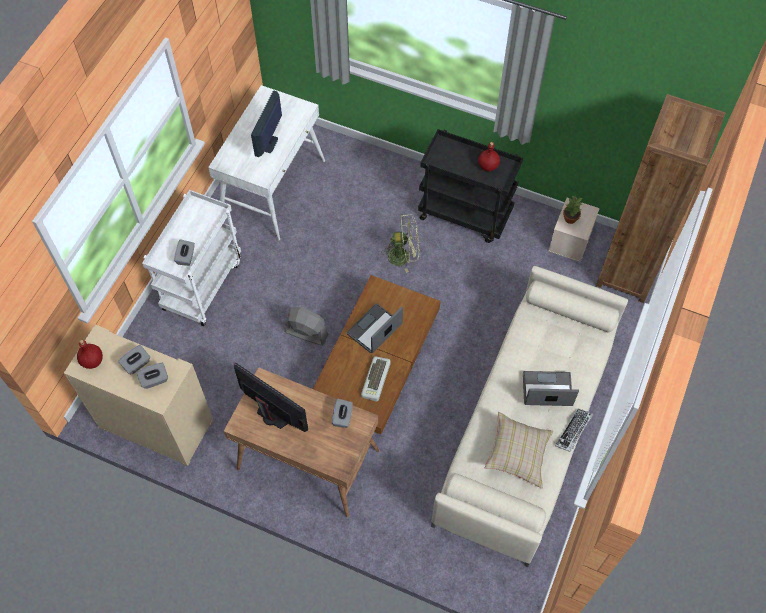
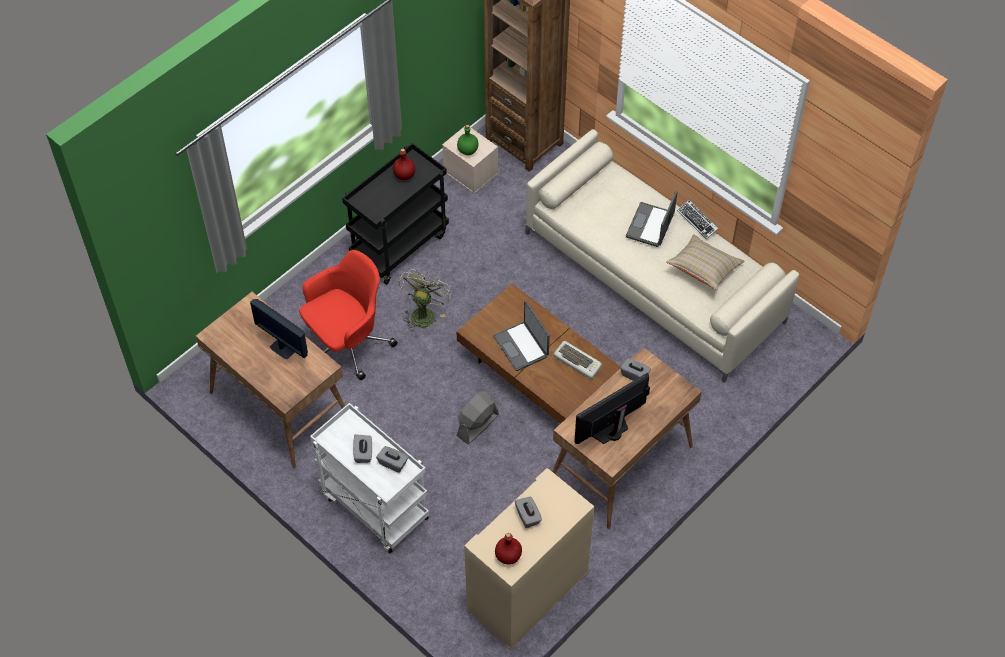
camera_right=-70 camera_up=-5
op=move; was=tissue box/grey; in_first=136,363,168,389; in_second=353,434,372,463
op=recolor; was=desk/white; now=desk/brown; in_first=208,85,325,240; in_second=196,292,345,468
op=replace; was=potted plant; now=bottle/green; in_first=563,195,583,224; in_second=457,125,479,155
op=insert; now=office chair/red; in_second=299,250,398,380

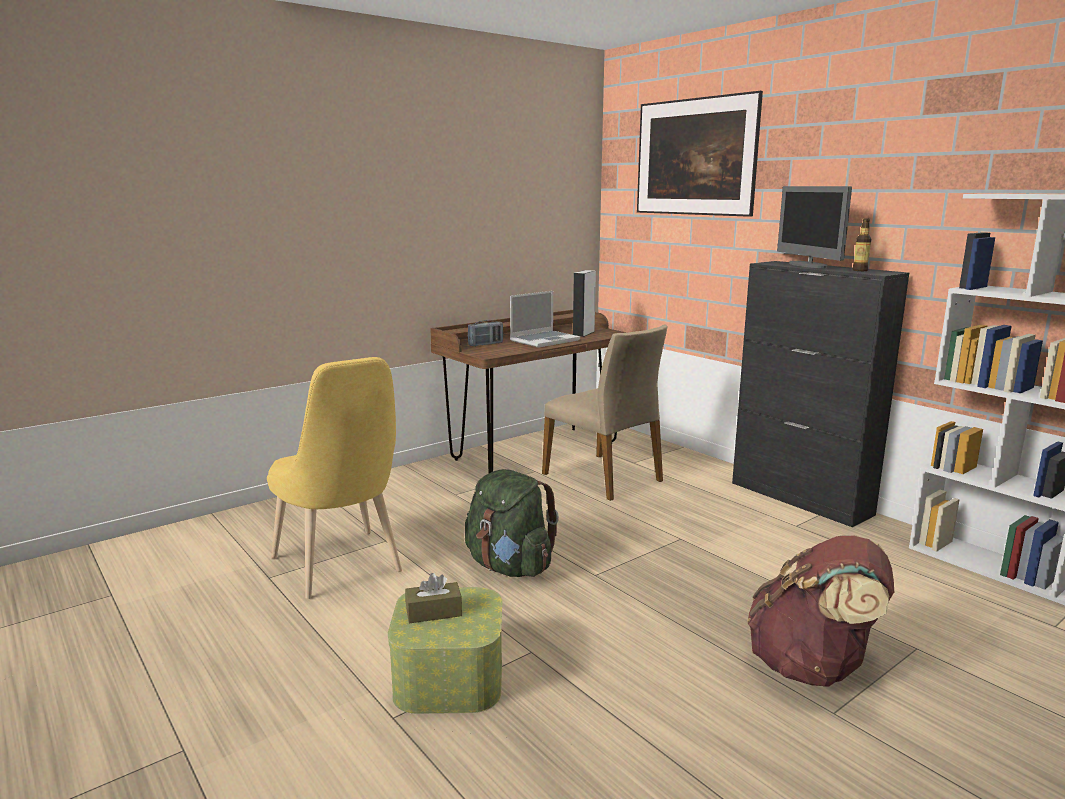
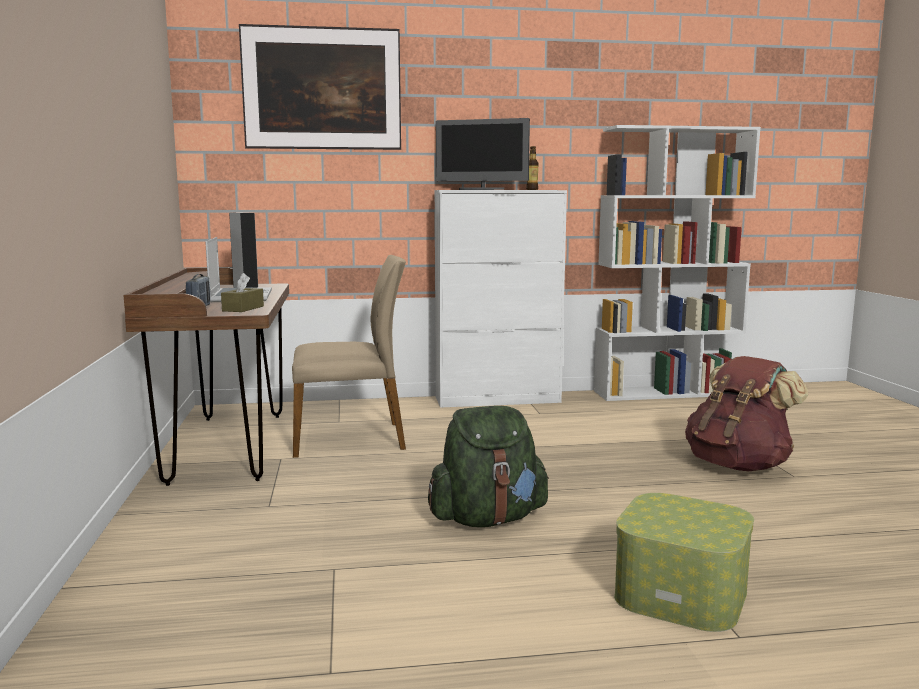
camera_right=-60 camera_up=-5
op=delete; was=chair/yellow; in_first=267,357,402,599
op=move; was=tissue box/brown; in_first=405,573,462,623; in_second=221,273,264,312
op=recolor; was=cabinet/black; now=cabinet/white; in_first=732,261,909,527; in_second=434,190,567,408

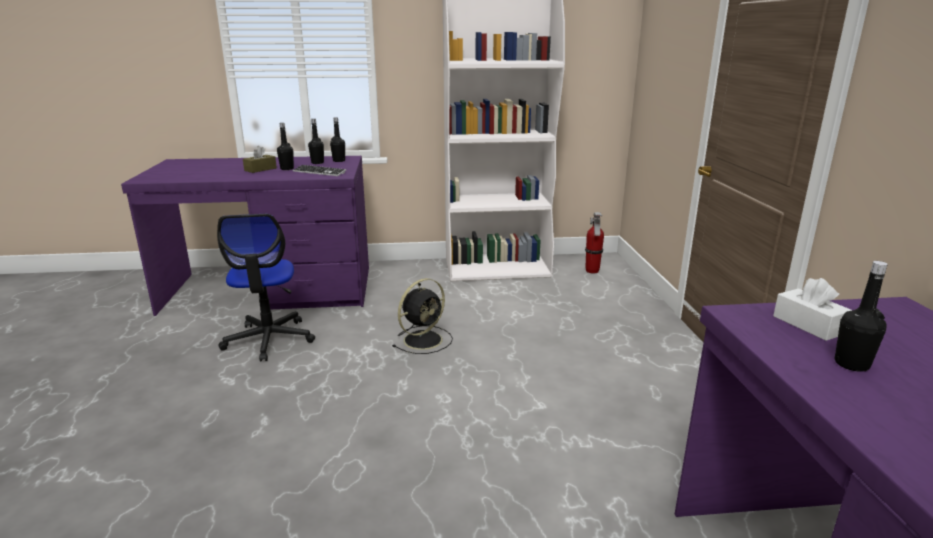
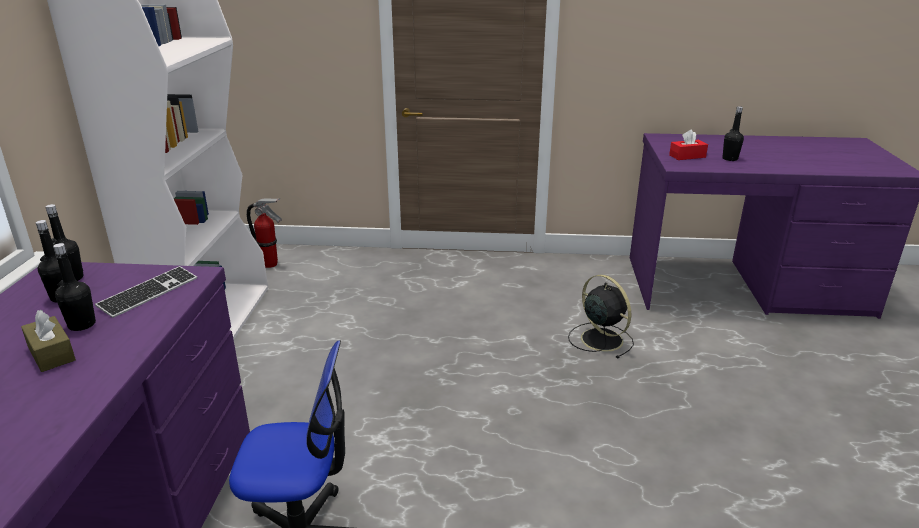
camera_right=-80 camera_up=5
op=move; was=fan/black; in_first=392,278,453,354; in_second=568,275,634,358
op=recolor; was=tissue box/white; now=tissue box/red; in_first=773,278,852,341; in_second=669,129,708,160

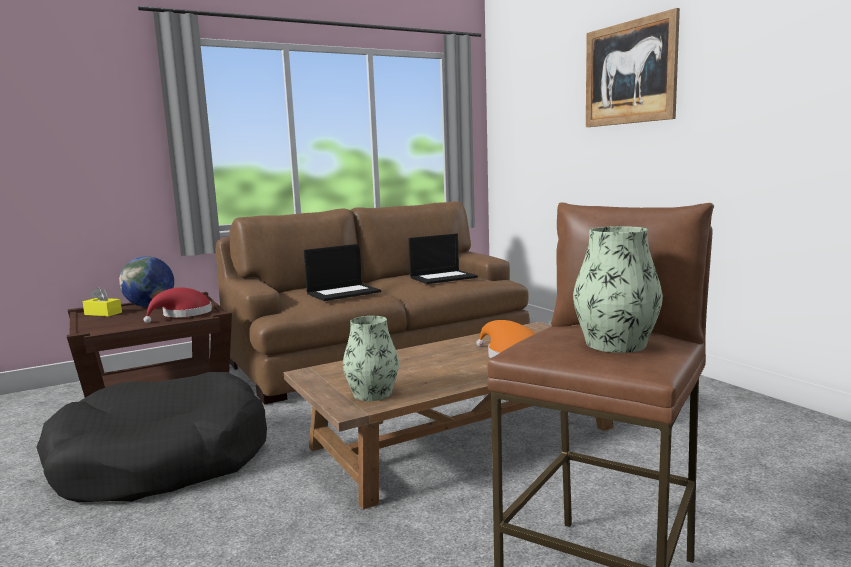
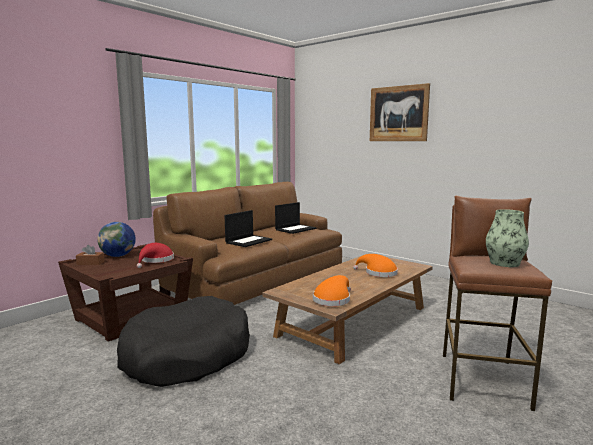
camera_right=-20 camera_up=0
op=recolor; was=tissue box/yellow; now=tissue box/brown; in_first=83,287,122,317; in_second=76,245,105,265
op=replace; was=vase; now=hat/orange; in_first=343,316,399,401; in_second=313,275,351,306

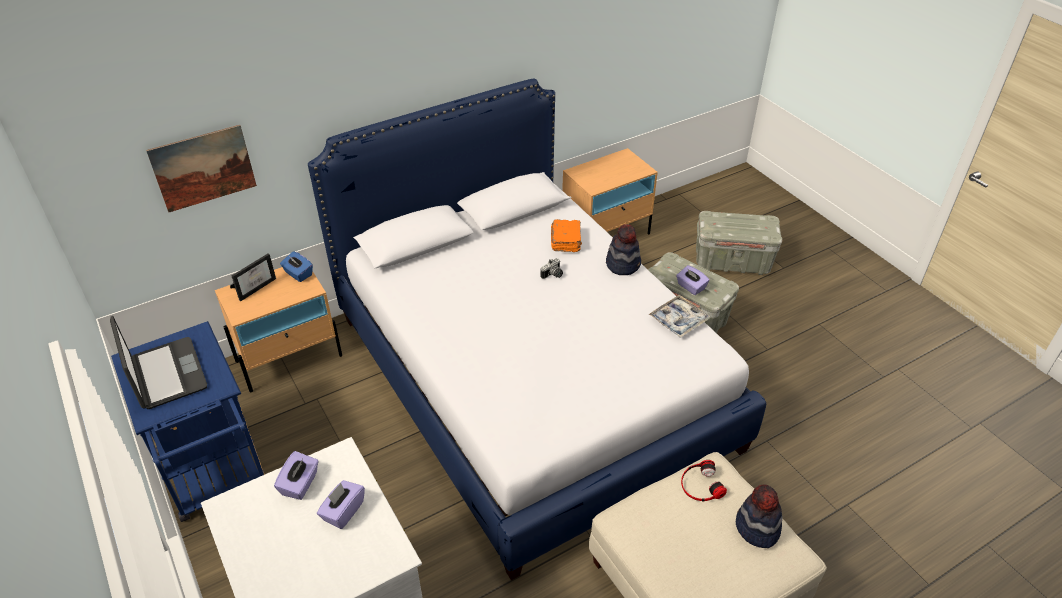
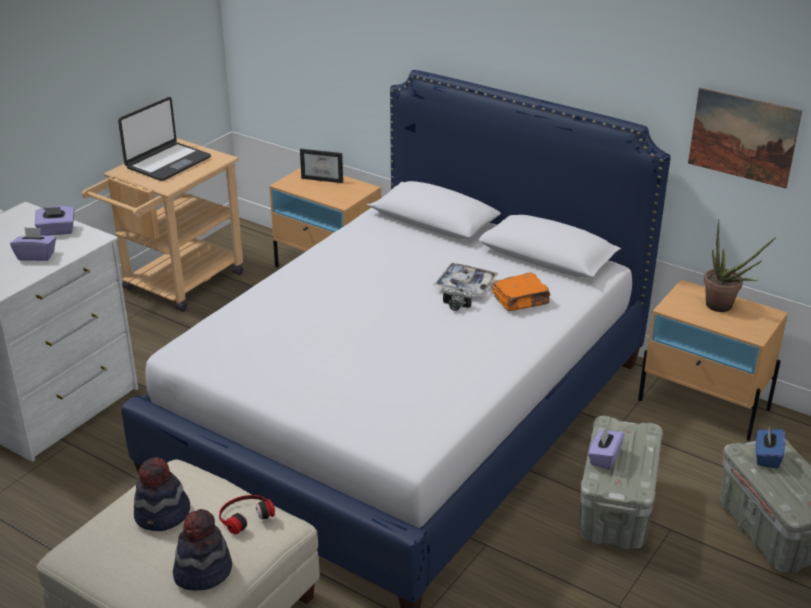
camera_right=65 camera_up=-10
op=recolor; was=cart/blue; now=cart/beige; in_first=111,321,265,522; in_second=82,138,244,312
op=move; was=picture; in_first=146,125,257,212; in_second=688,88,802,188
op=move; was=tissue box/blue; in_first=280,252,313,282; in_second=756,427,785,469
op=move; was=hat; in_first=606,224,641,275; in_second=134,457,190,531
op=move; was=tray; in_first=649,295,710,338; in_second=434,263,499,296
op=insert; now=potted plant; in_second=704,220,776,312

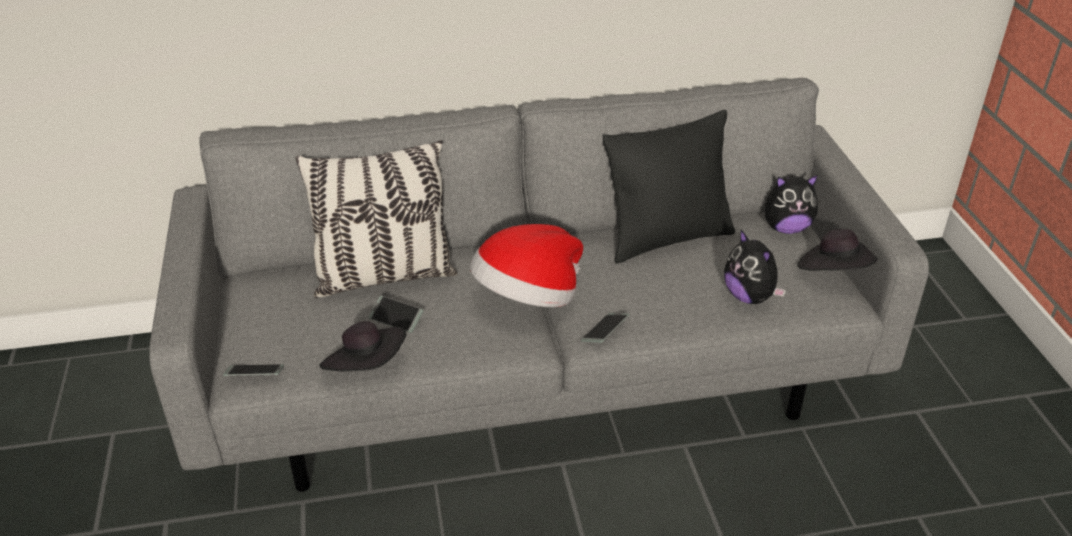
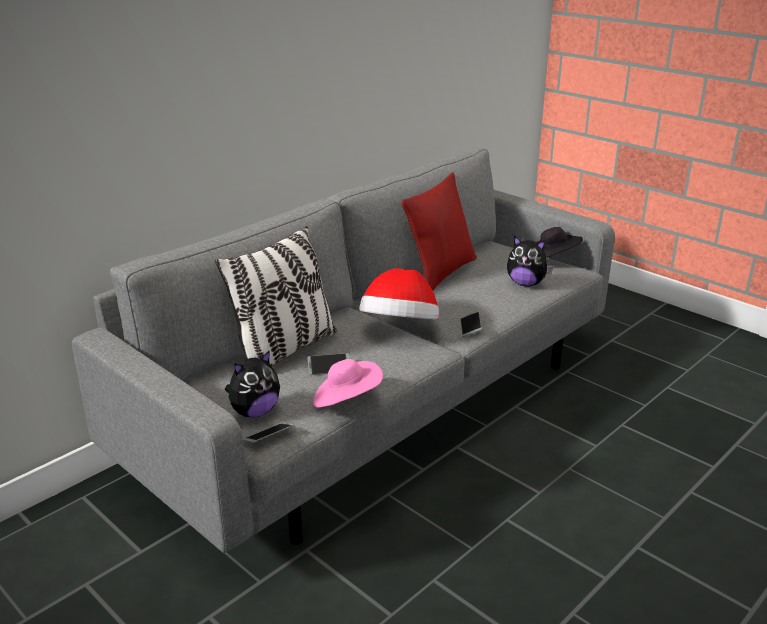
camera_right=-35 camera_up=-10
op=recolor; was=hat/black; now=hat/pink; in_first=319,321,406,371; in_second=313,359,383,407
op=recolor; was=pillow/black; now=pillow/red; in_first=603,110,735,264; in_second=402,172,477,291
op=move; was=plush toy; in_first=765,175,818,234; in_second=225,350,280,417

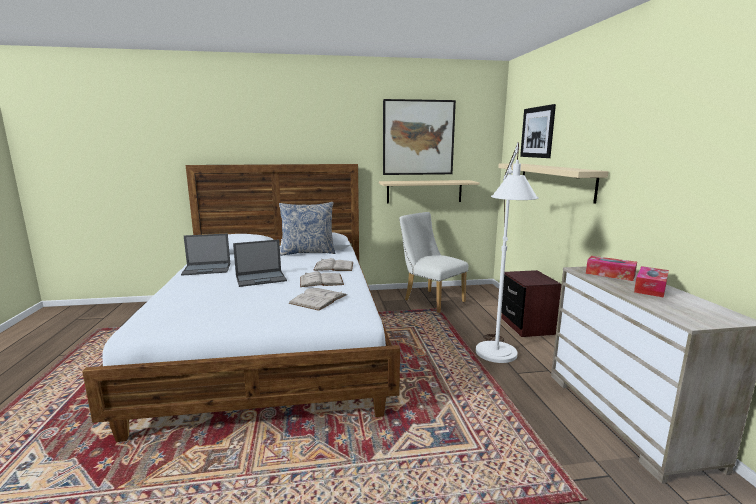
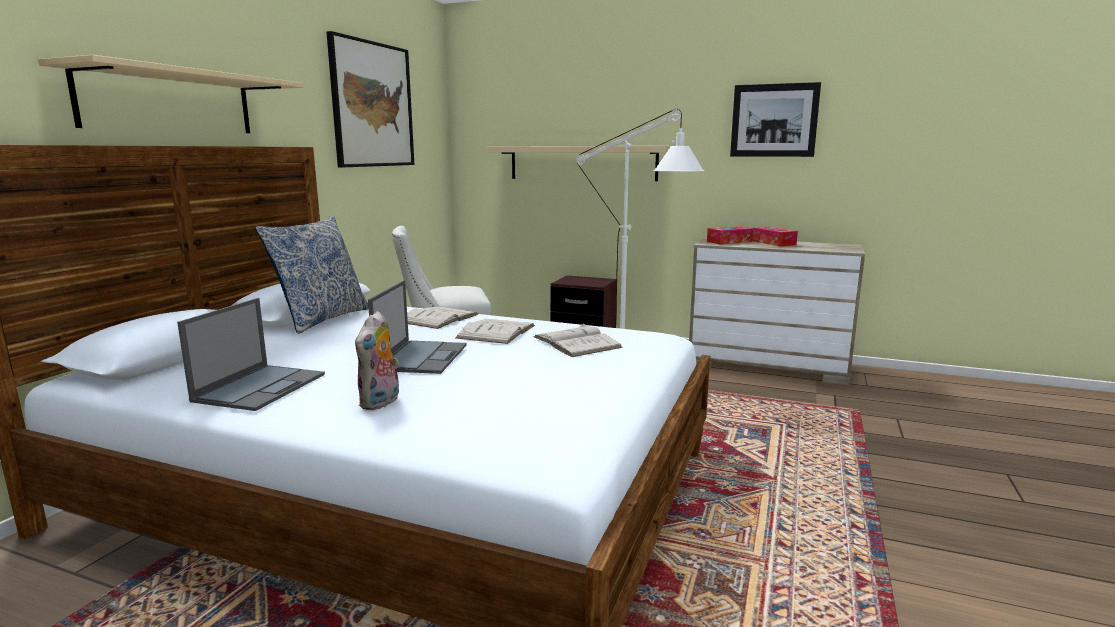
camera_right=-60 camera_up=0
op=move; was=shelf/beige; in_first=379,180,480,203; in_second=38,55,304,133
op=move; was=picture; in_first=520,104,556,158; in_second=730,82,821,157
op=insert; now=plush toy; in_second=355,311,399,410

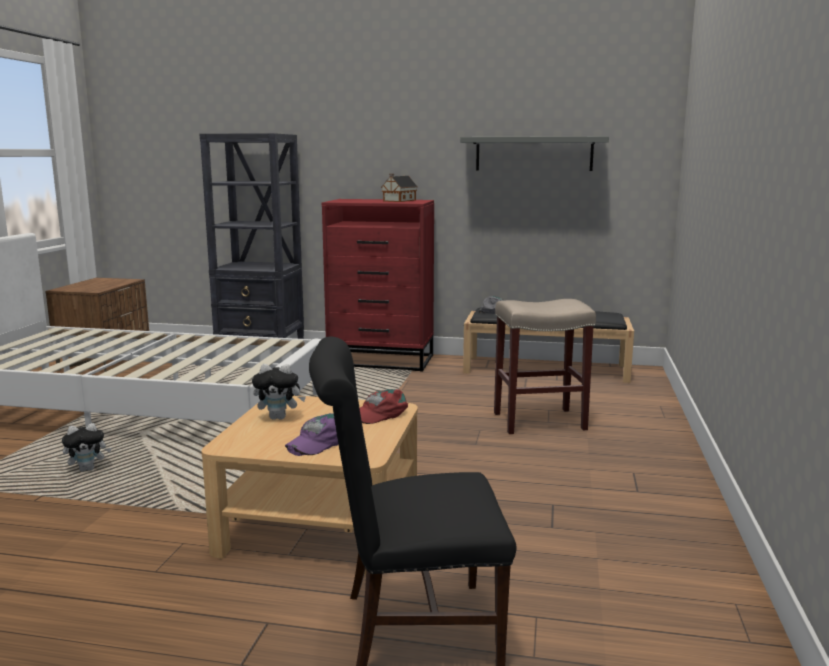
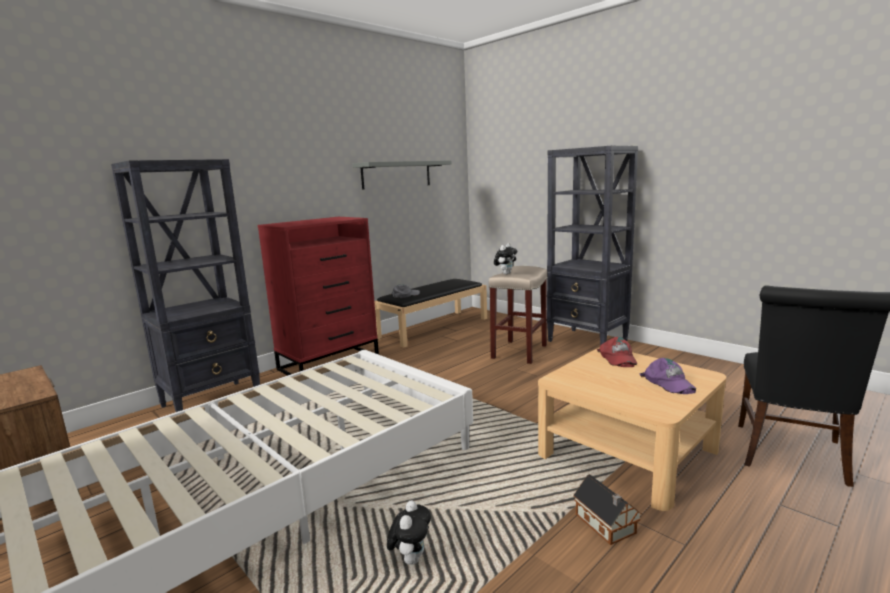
camera_right=-55 camera_up=0
op=move; was=plush toy; in_first=252,364,306,420; in_second=494,244,517,274
op=move; was=toy house; in_first=381,174,418,202; in_second=573,474,641,545
op=insert; now=bookcase/black; in_second=547,146,638,345

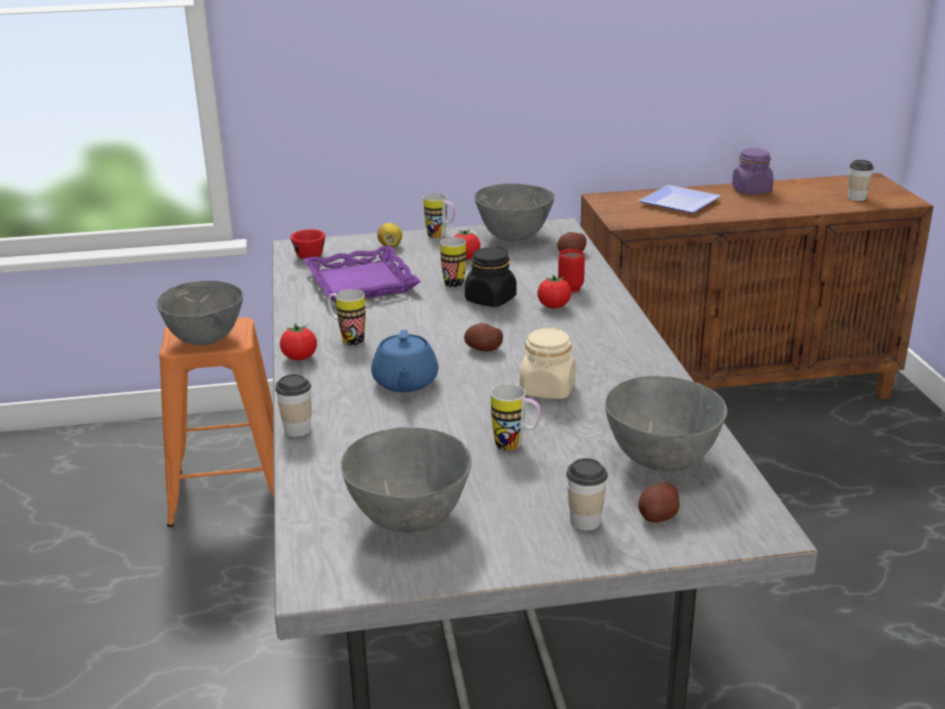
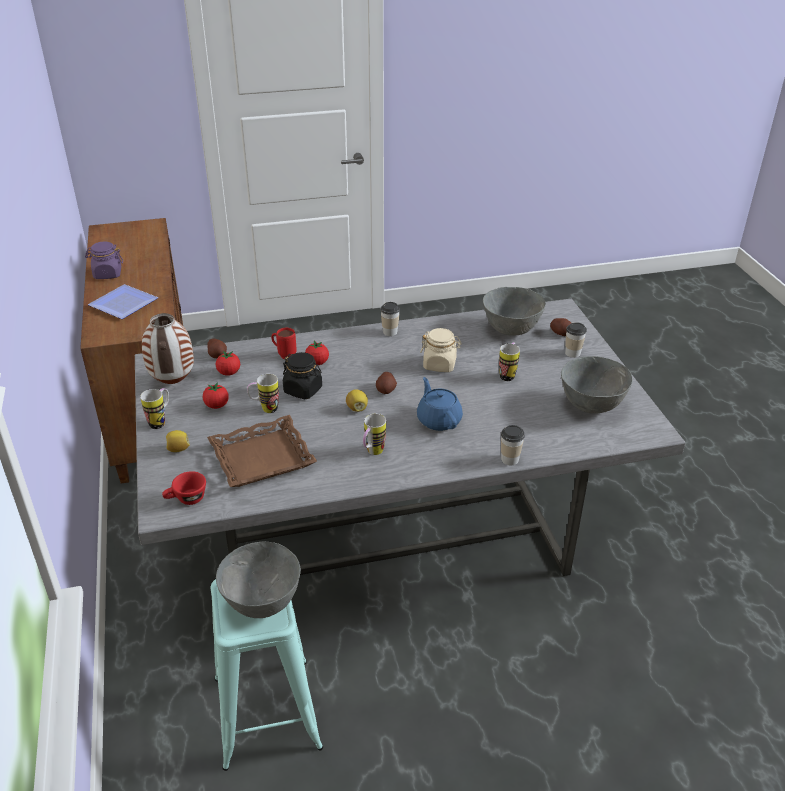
camera_right=-95 camera_up=10
op=recolor; was=stool/orange; now=stool/turquoise; in_first=159,317,274,527; in_second=210,579,323,771
op=move; was=tomato; in_first=280,323,317,360; in_second=216,351,240,376
op=recolor; was=tray/purple; now=tray/brown; in_first=303,246,421,303; in_second=207,415,317,487
op=rotate; was=teapot/blue; in_first=371,330,439,392; in_second=417,377,463,431; clockwise=-105
op=replace; was=bowl/grey; now=vase; in_first=474,183,555,241; in_second=142,313,194,384
op=move; was=cup; in_first=848,160,874,201; in_second=380,302,400,336
op=insert; now=lemon; in_second=346,389,368,412

